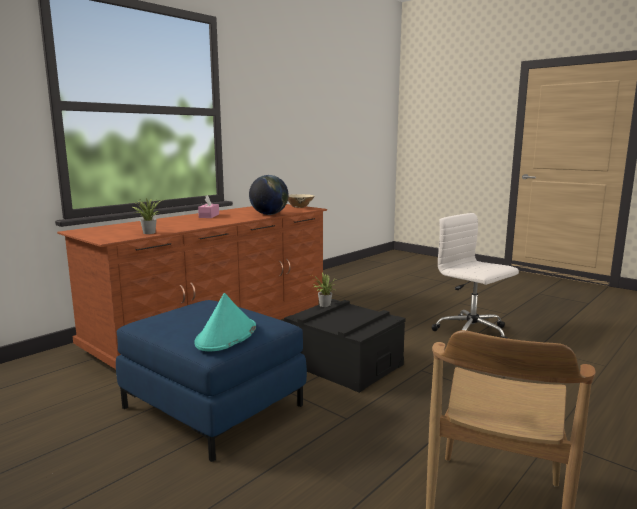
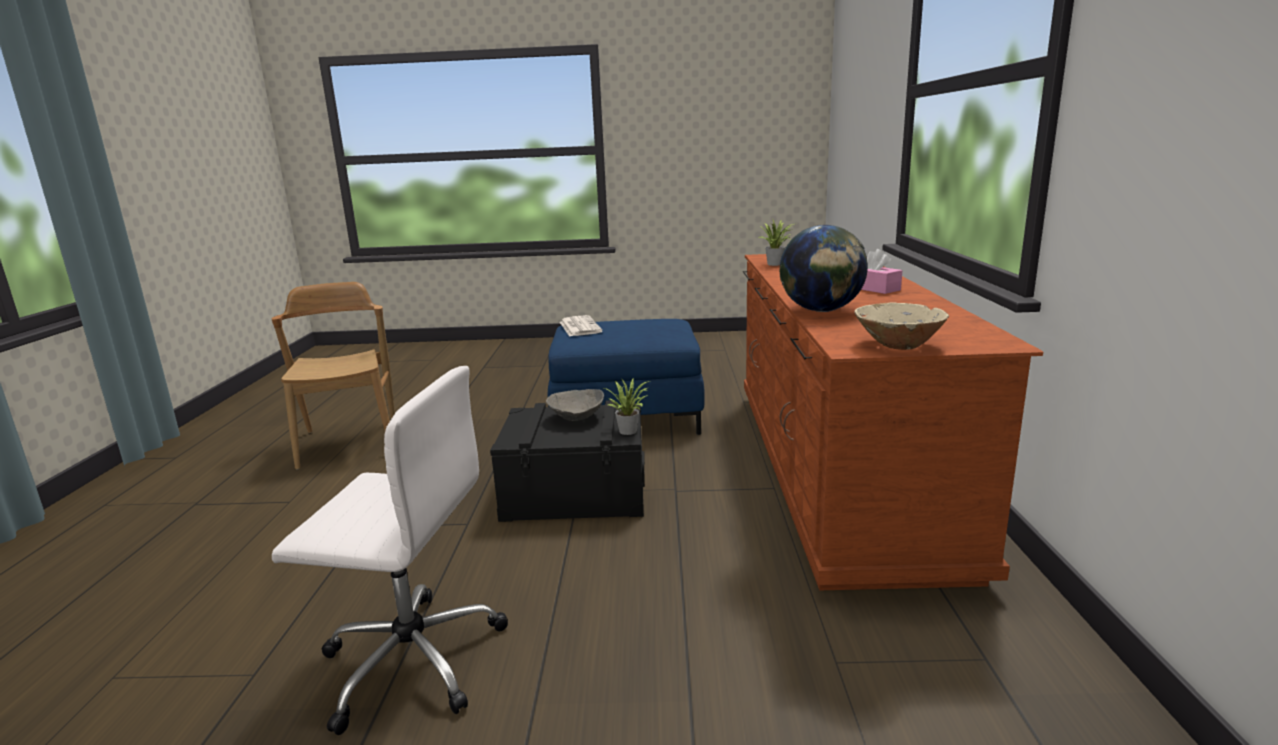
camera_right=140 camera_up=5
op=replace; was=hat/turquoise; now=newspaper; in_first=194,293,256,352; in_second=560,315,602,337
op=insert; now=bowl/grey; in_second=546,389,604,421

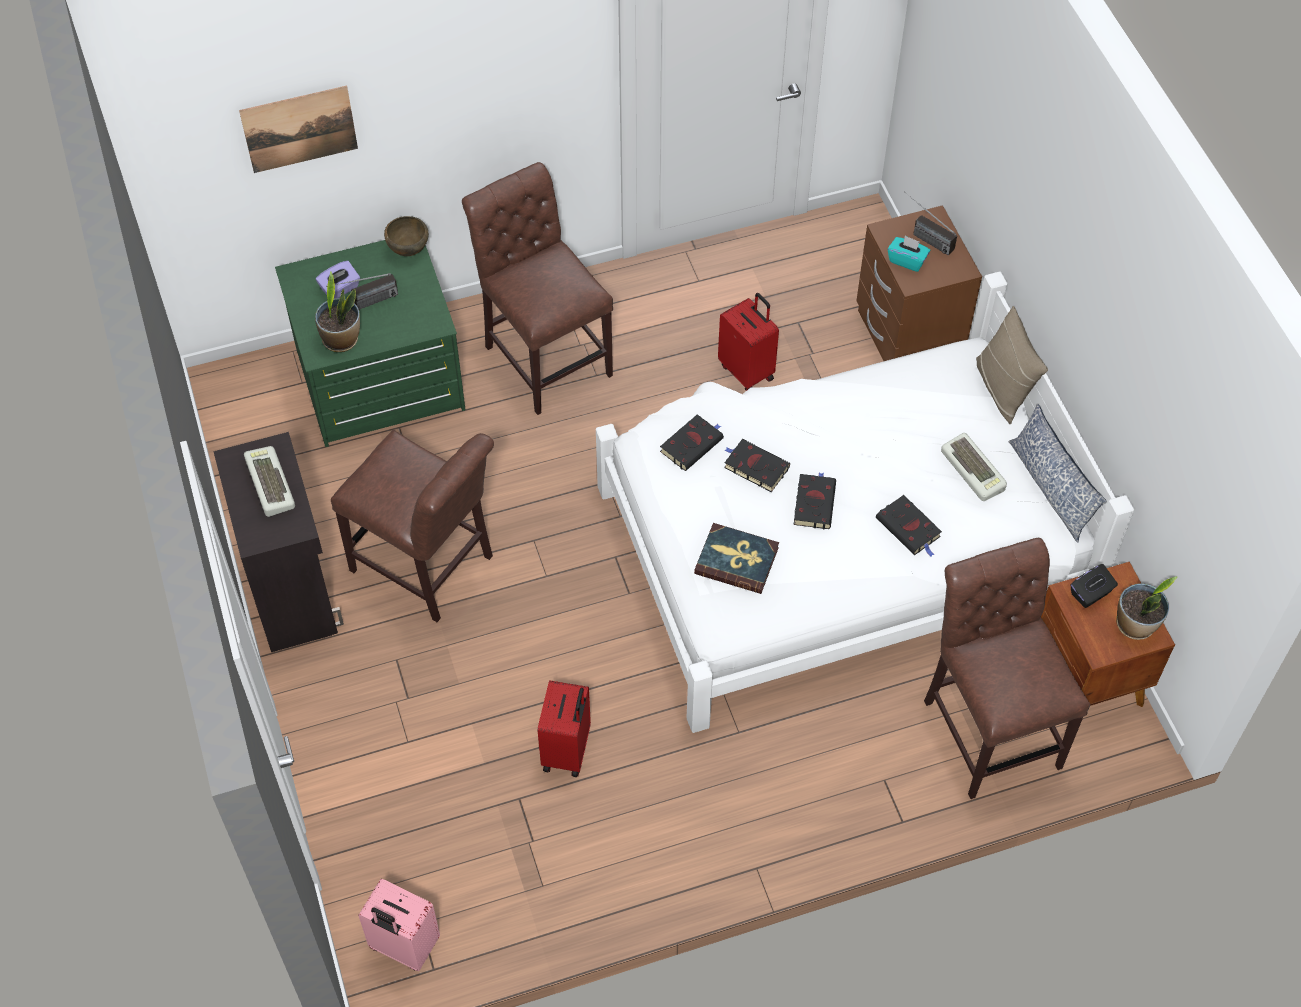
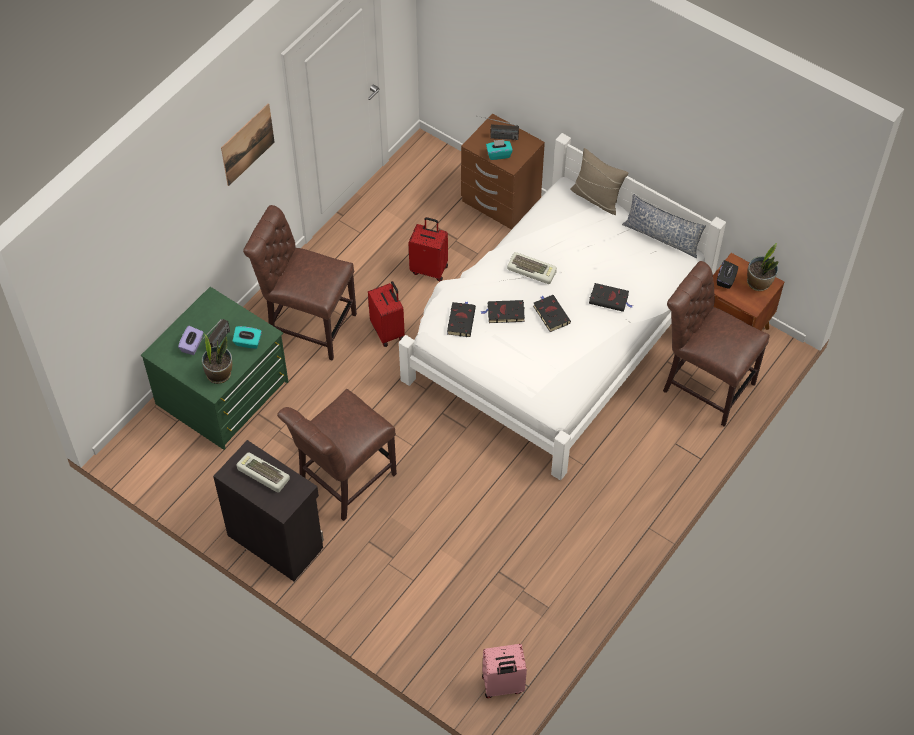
camera_right=-35 camera_up=0
op=move; was=picture; in_first=239,85,358,173; in_second=221,103,275,186
op=rotate; was=chair/brown; in_first=331,429,494,622; in_second=277,388,397,521; clockwise=135
op=delete; was=bowl/brown; in_first=384,216,429,256
op=move; was=suitcase/red; in_first=538,680,591,777; in_second=368,281,405,347
op=delete; was=book; in_first=694,523,779,594
op=move; was=keyboard; in_first=941,433,1007,501; in_second=507,252,557,284
op=insert; now=tissue box/turquoise; in_second=233,326,262,349

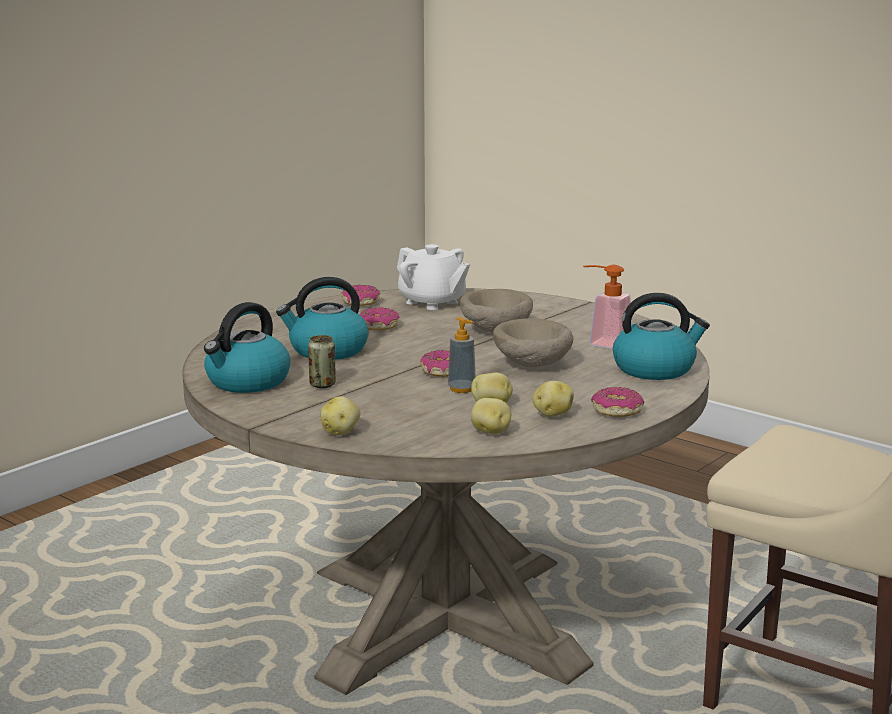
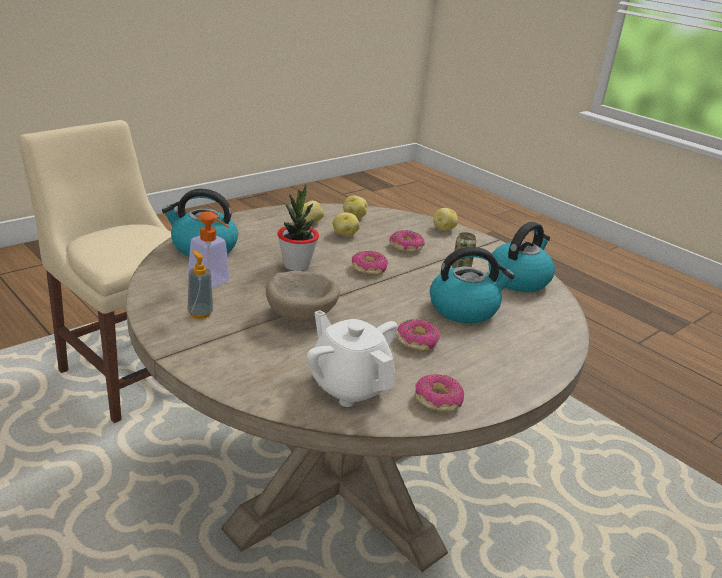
camera_right=-175 camera_up=10
op=move; was=soap dispenser; in_first=448,317,476,393; in_second=188,250,213,319
op=replace; was=bowl/beige; now=potted plant; in_first=493,318,573,367; in_second=277,185,319,271
op=move; was=donut; in_first=591,387,644,417; in_second=389,230,425,252

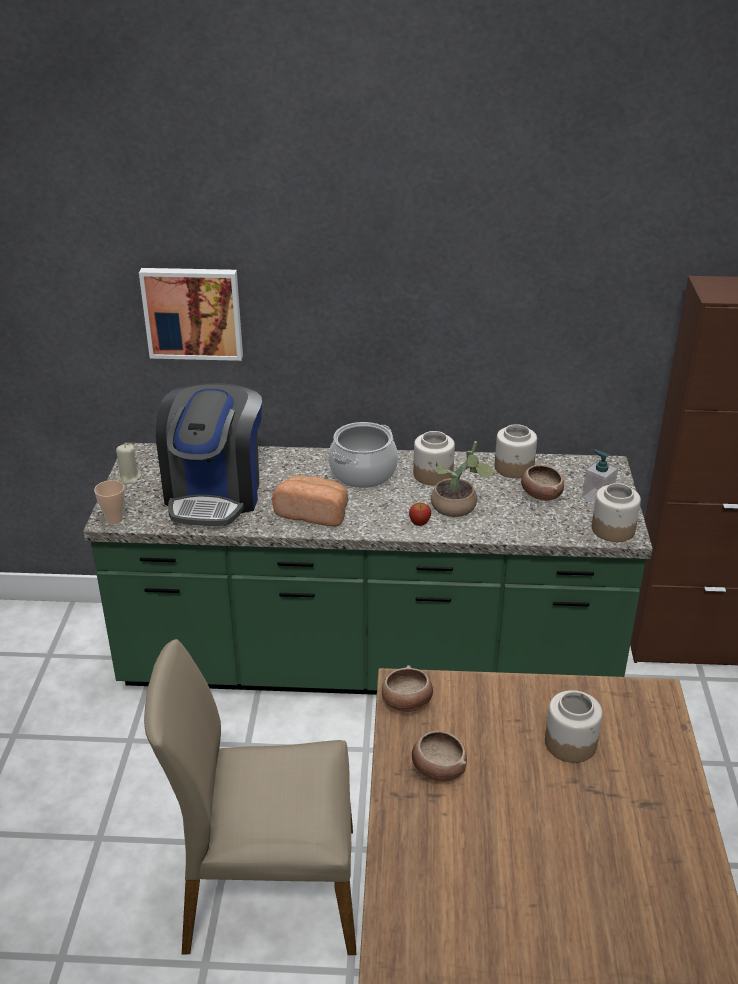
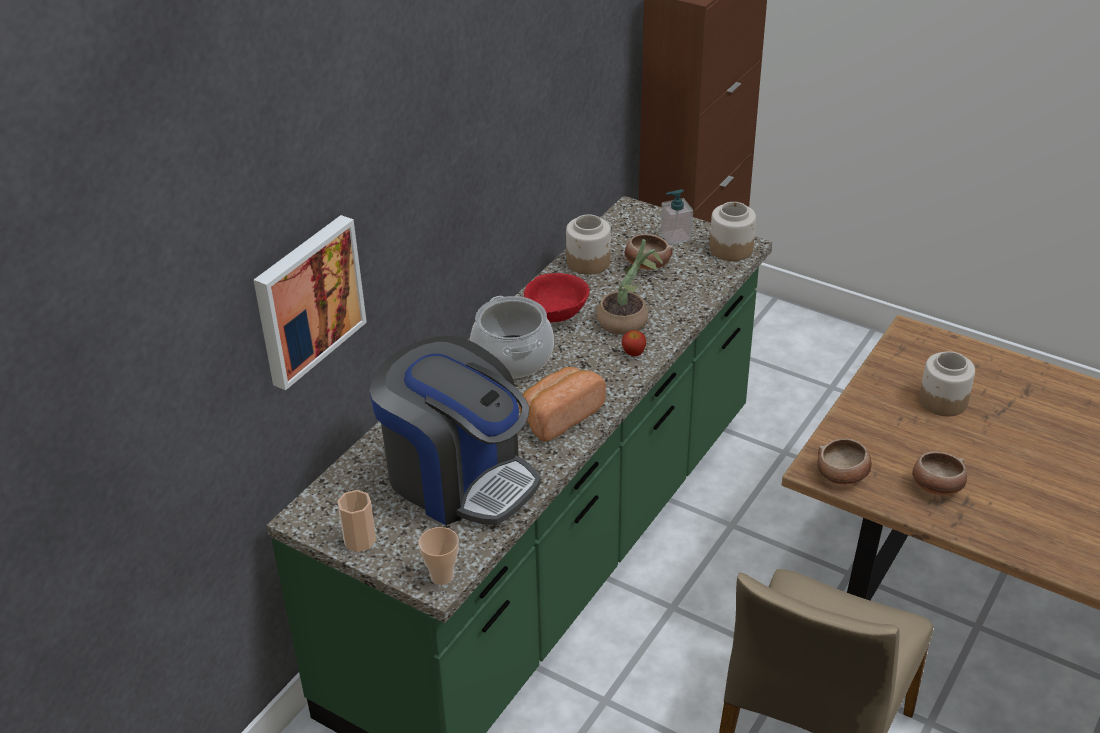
camera_right=-60 camera_up=5
op=replace; was=candle/beige; now=cup; in_first=116,444,141,484; in_second=337,490,376,552
op=replace; was=jar; now=bowl/red; in_first=413,431,455,485; in_second=524,273,590,322

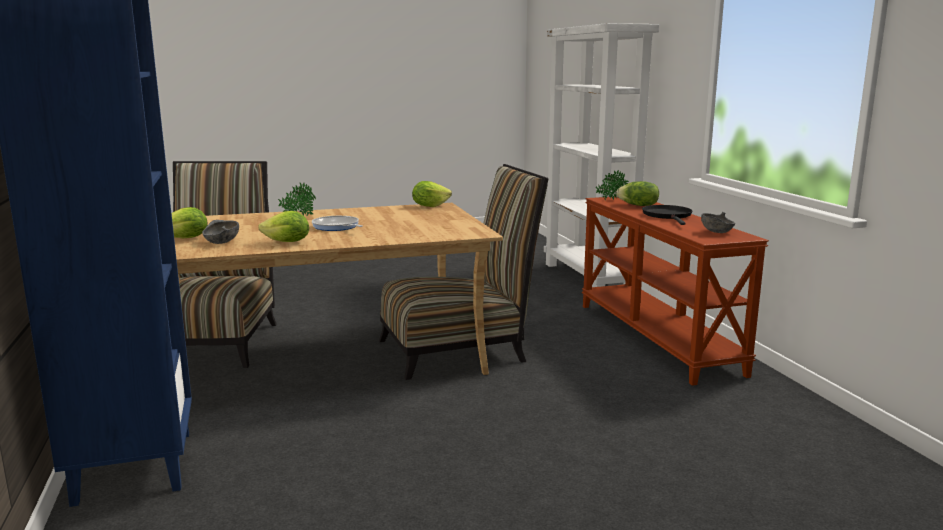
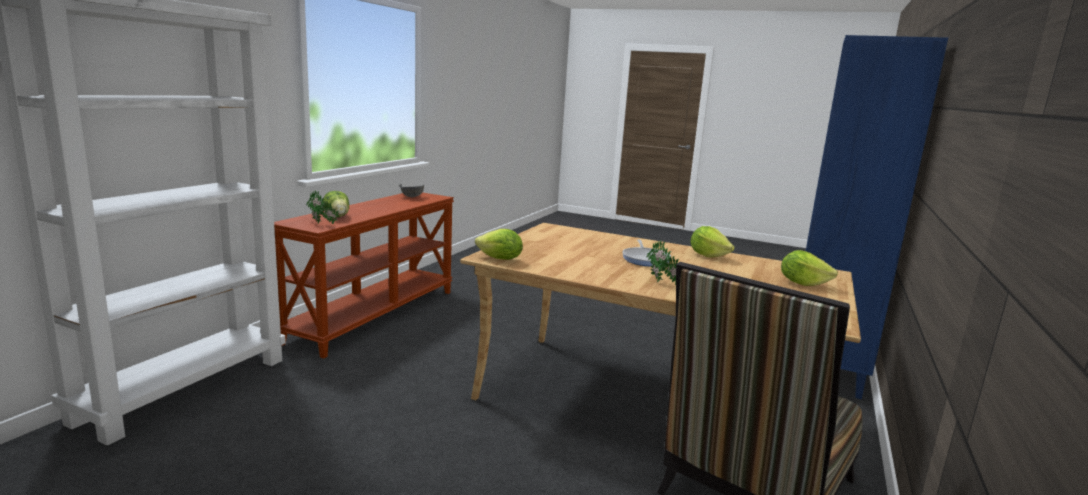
camera_right=-140 camera_up=0
op=delete; was=bowl/grey; in_first=202,220,239,244
op=delete; was=chair; in_first=379,164,548,380
op=delete; was=frying pan/black; in_first=642,205,692,225

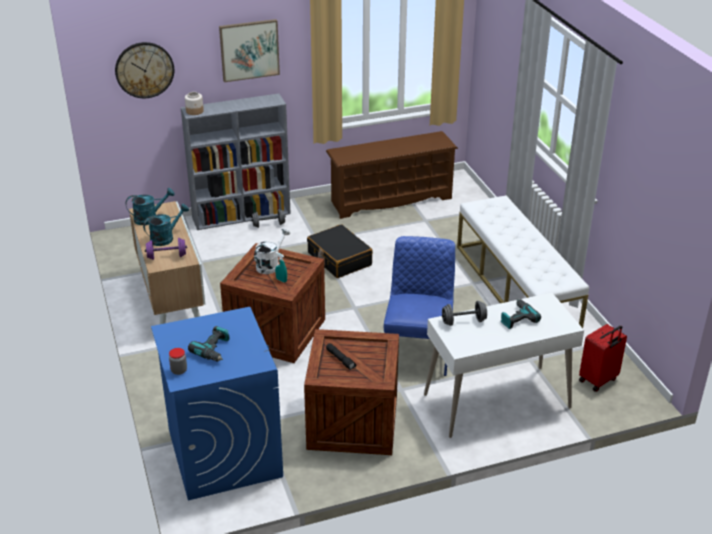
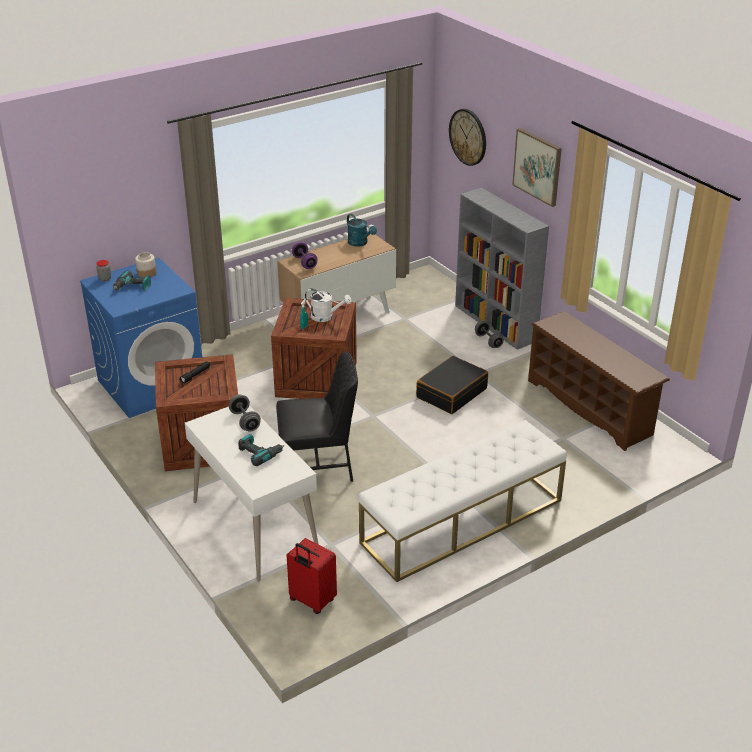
camera_right=75 camera_up=0
op=delete; was=watering can/turquoise; in_first=143,204,189,246
op=move; was=jar; in_first=185,92,204,115; in_second=135,252,156,278
op=recolor; was=chair/blue; now=chair/black; in_first=384,236,455,376; in_second=276,351,358,482

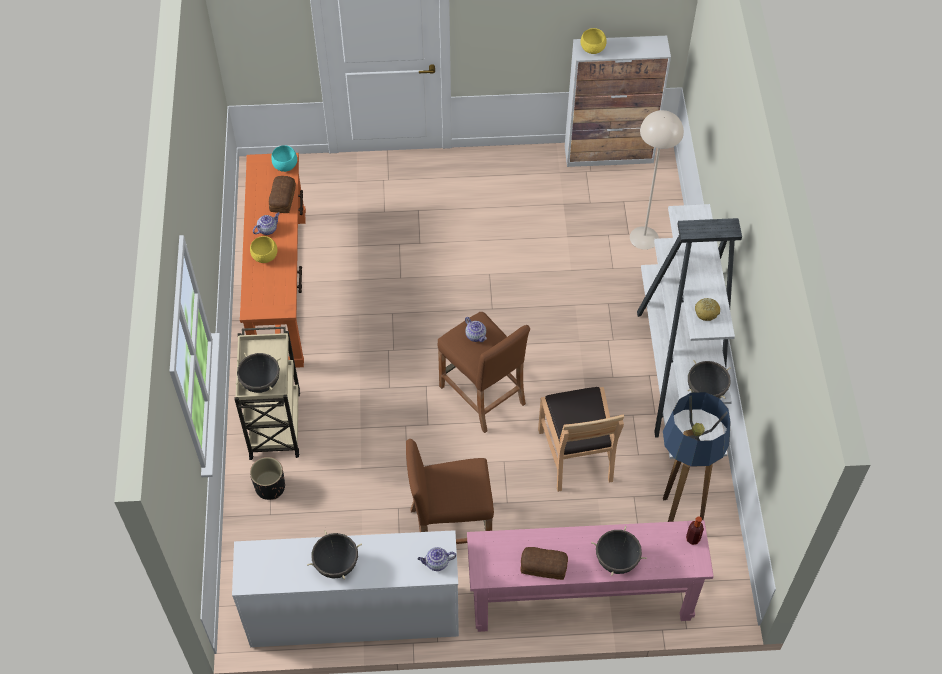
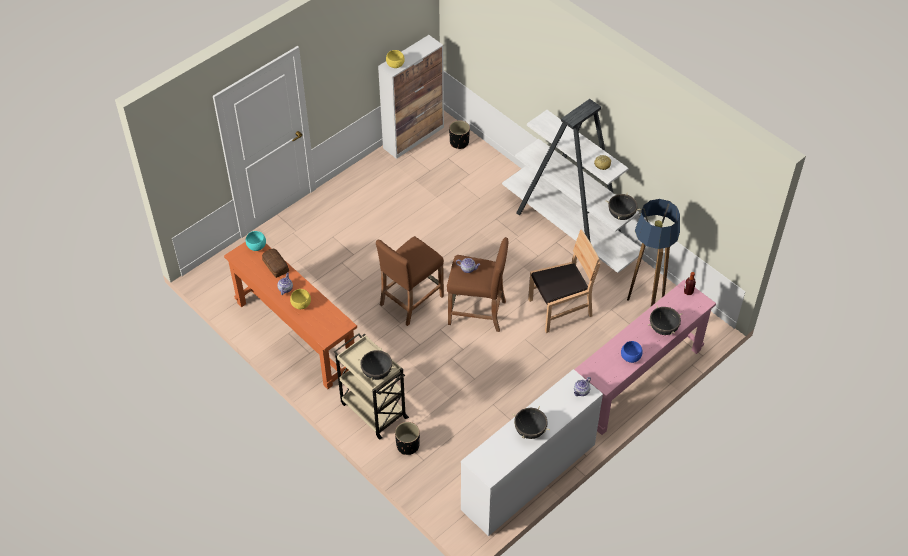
camera_right=-40 camera_up=-5
op=move; was=stool/brown; in_first=406,439,494,544; in_second=376,236,444,326
op=replace; was=bread; now=bowl/blue; in_first=520,547,568,580; in_second=621,341,642,363
op=rotate; was=chair/brown; in_first=538,387,624,492; in_second=528,229,600,333; clockwise=-60
op=delete; was=floor lamp/beige; in_first=630,110,684,250
op=insert; now=planter/black; in_second=449,120,470,149

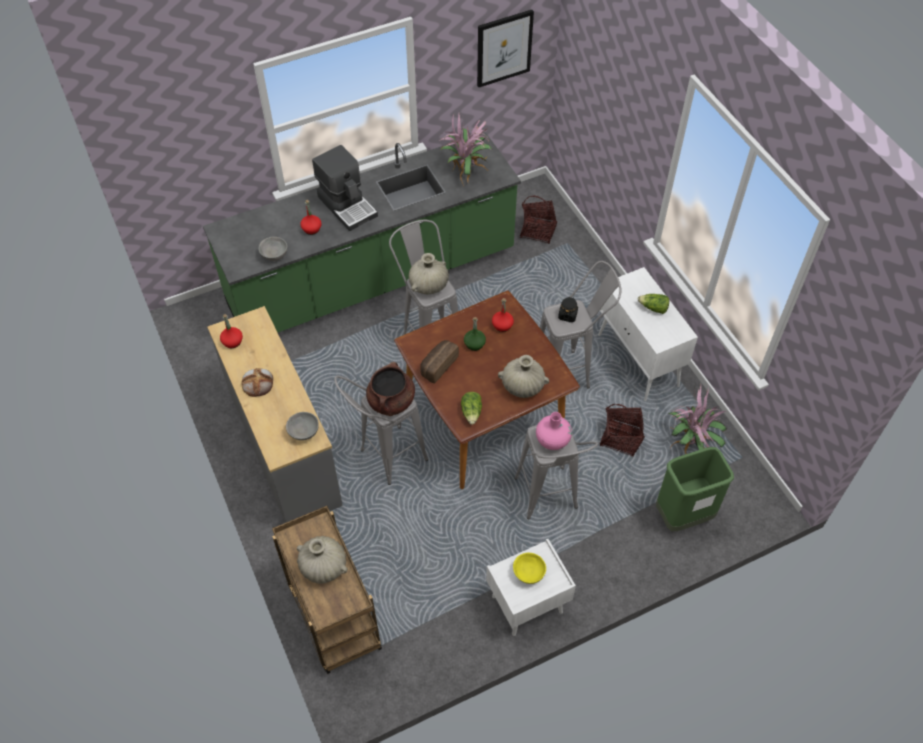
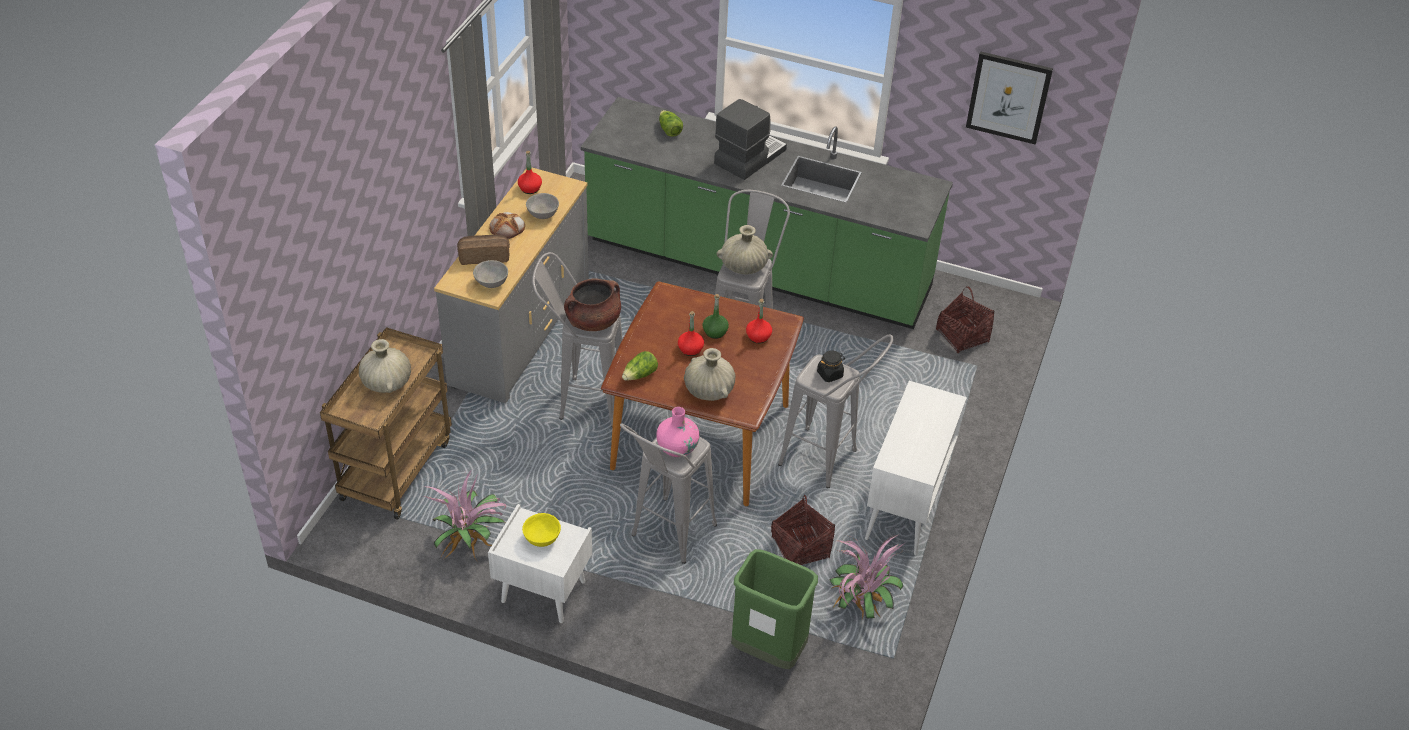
camera_right=45 camera_up=-10
op=move; was=bowl/grey; in_first=258,237,287,261; in_second=526,193,559,219
op=move; was=bottle/red; in_first=301,200,321,235; in_second=678,311,704,356
op=rotate; was=coffee machine; in_first=312,145,378,231; in_second=714,99,787,180; clockwise=-150
op=move; was=bread; in_first=420,340,459,383; in_second=457,234,510,265
op=move; was=potted plant; in_first=438,112,493,186; in_second=423,470,506,559
op=move; was=lettuce; in_first=638,294,669,314; in_second=659,110,683,137

